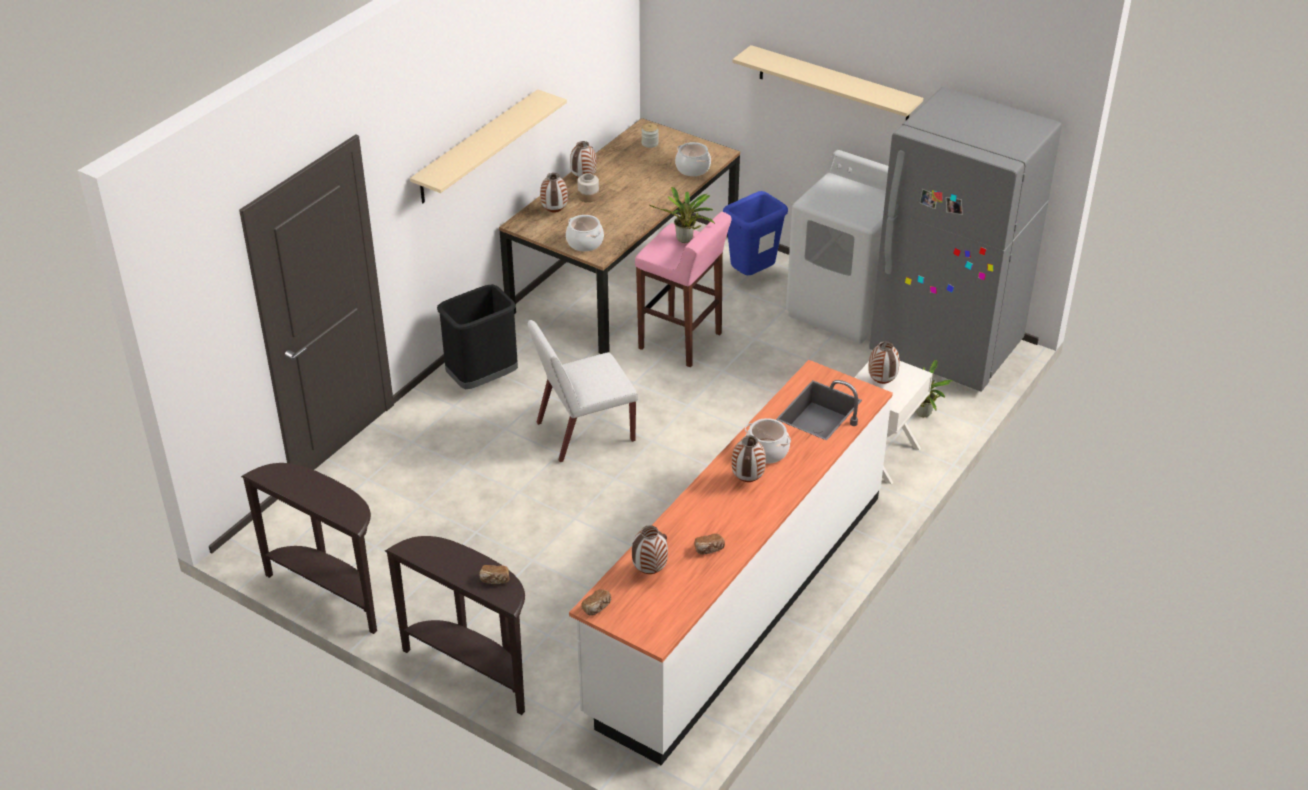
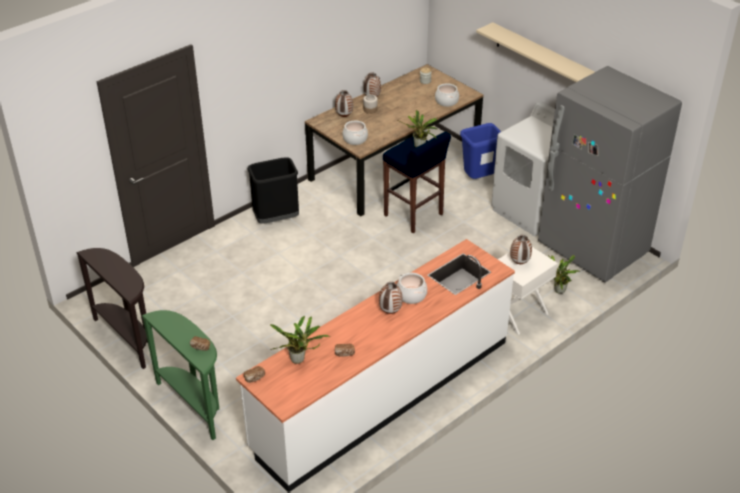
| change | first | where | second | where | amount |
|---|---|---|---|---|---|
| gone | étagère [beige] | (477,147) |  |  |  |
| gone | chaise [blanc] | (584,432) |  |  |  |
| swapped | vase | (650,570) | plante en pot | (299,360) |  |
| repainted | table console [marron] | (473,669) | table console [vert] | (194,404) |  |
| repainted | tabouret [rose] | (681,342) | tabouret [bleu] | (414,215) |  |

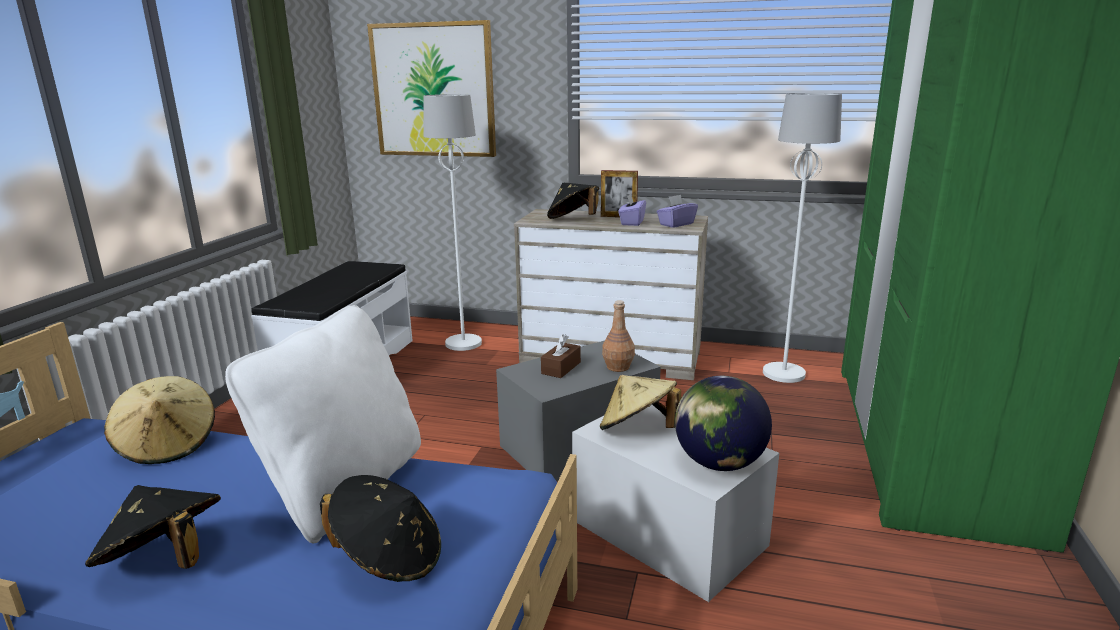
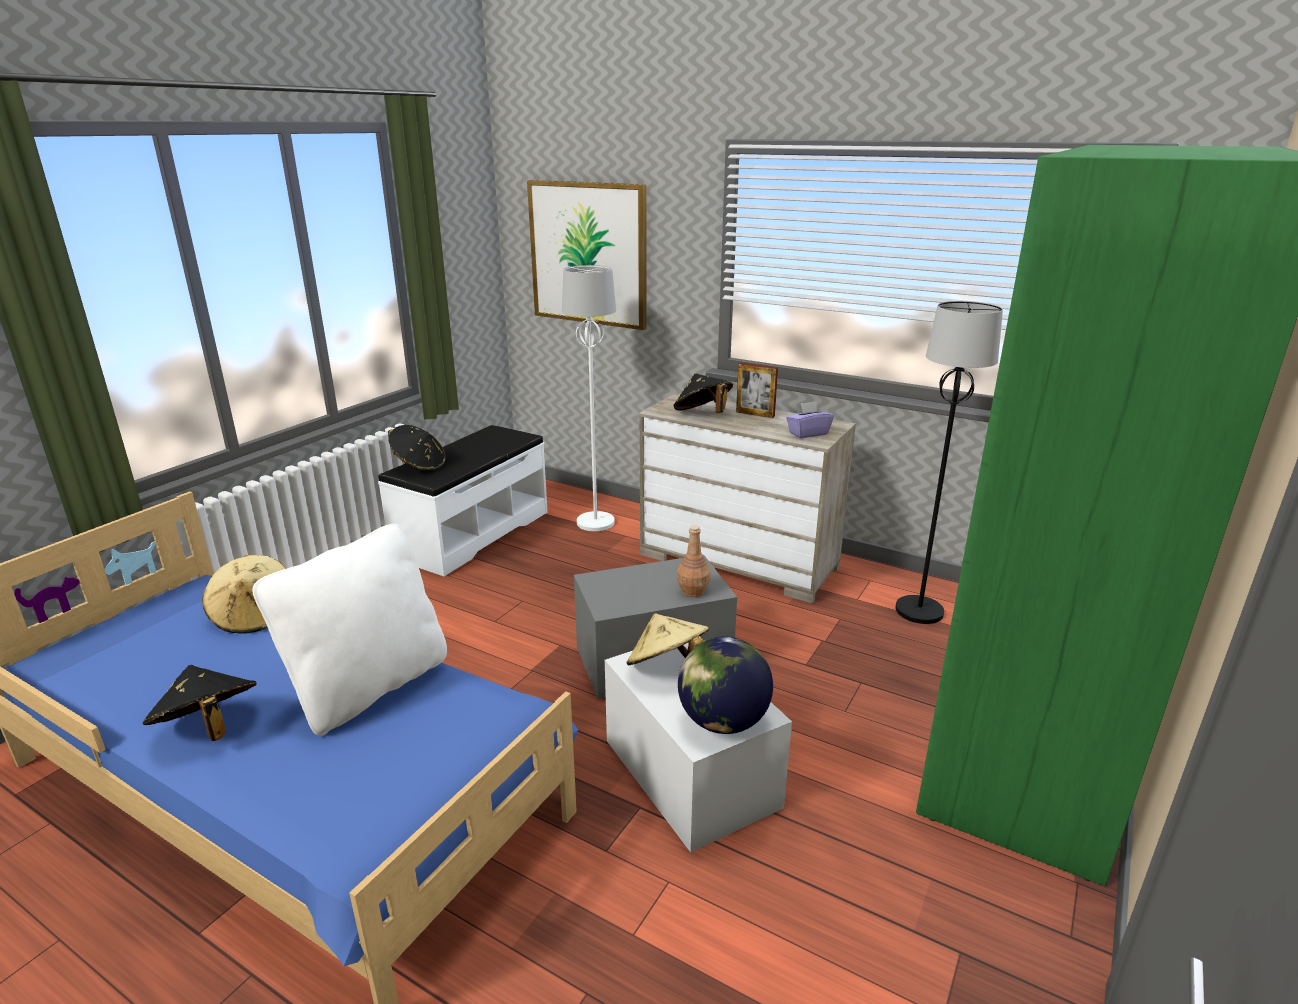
| change | first | where | second | where | amount |
|---|---|---|---|---|---|
| gone | boîte à mouchoirs [marron] | (561,368) |  |  |  |
| gone | boîte à mouchoirs [violet] | (632,222) |  |  |  |
| shifted | chapeau [noir] | (389,558) |  | (419,465) |  |
| repainted | lampadaire [blanc] | (784,374) | lampadaire [noir] | (919,611) |  |

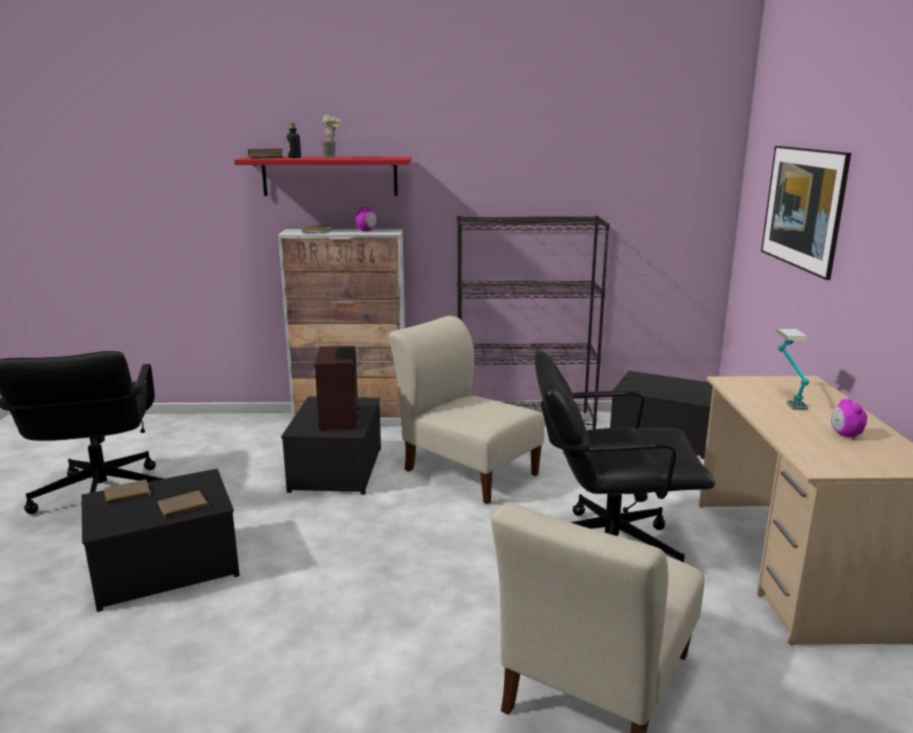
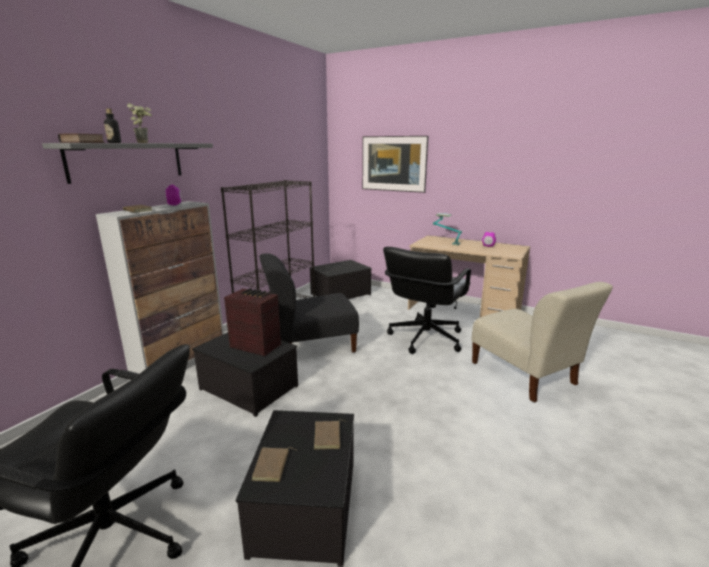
| change | first | where | second | where | amount |
|---|---|---|---|---|---|
| repainted | étagère [rouge] | (330,176) | étagère [gris] | (127,161) |  |
| repainted | chaise [beige] | (467,470) | chaise [noir] | (310,346) |  |

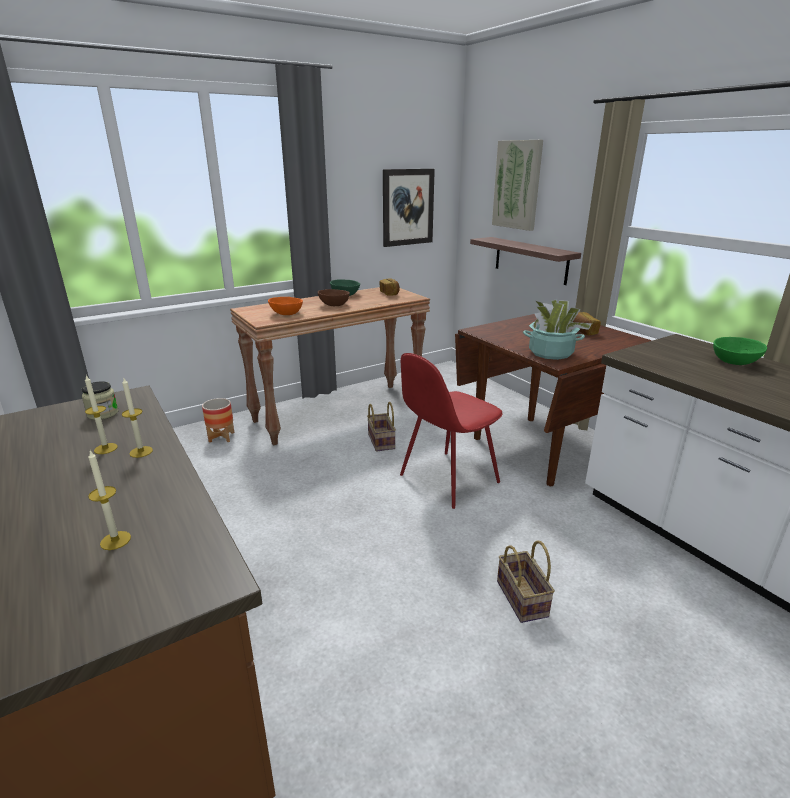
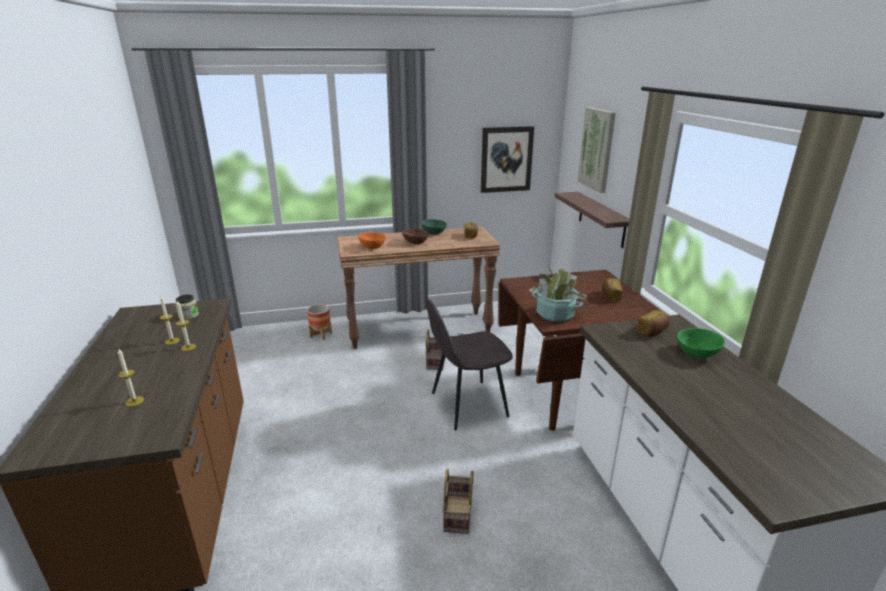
| change | first | where | second | where | amount |
|---|---|---|---|---|---|
| new |  |  | pain | (653,331) |  |
| repainted | chaise [rouge] | (447,479) | chaise [gris] | (466,405) |  |

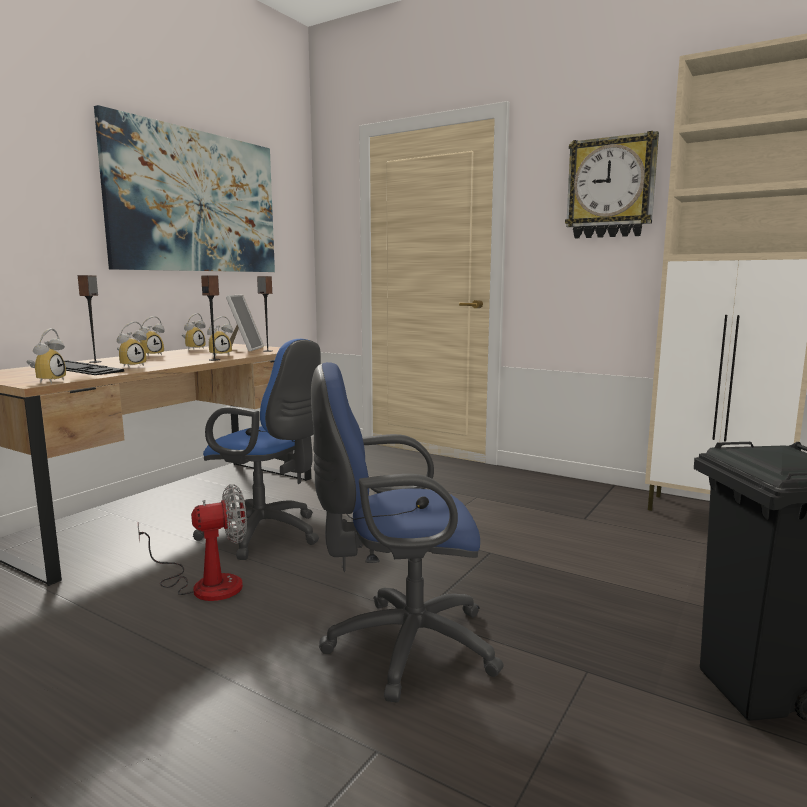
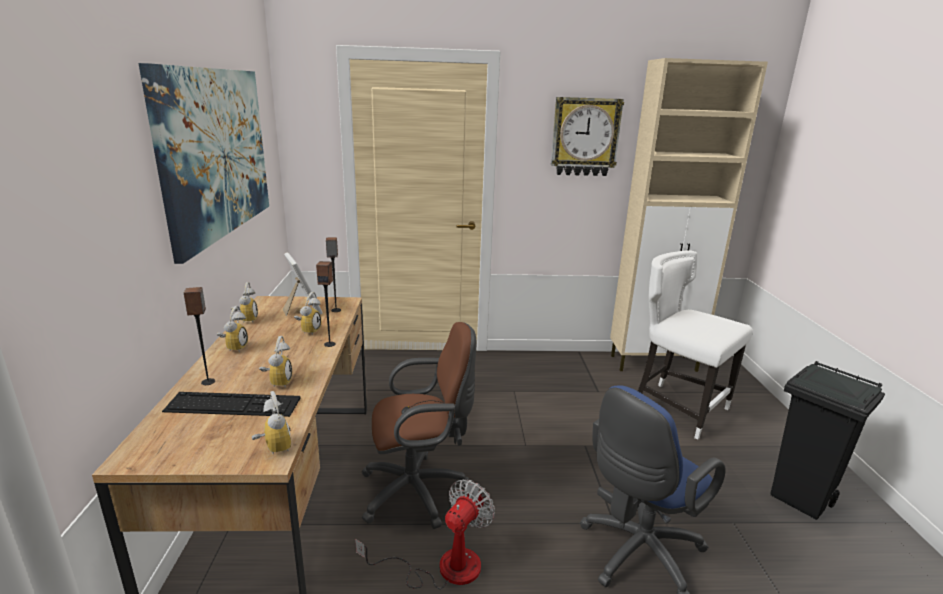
| change | first | where | second | where | amount |
|---|---|---|---|---|---|
| new |  |  | chaise [blanc] | (677,407) |  |
| repainted | chaise de bureau [bleu] | (267,535) | chaise de bureau [marron] | (419,491) |  |

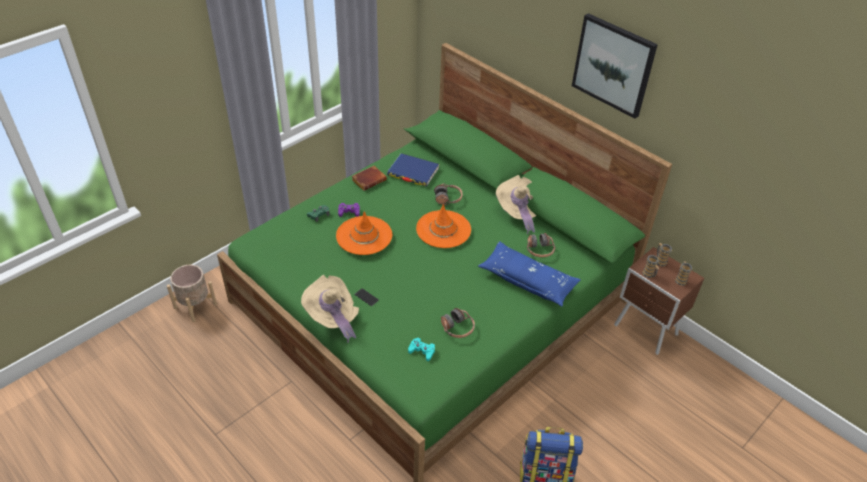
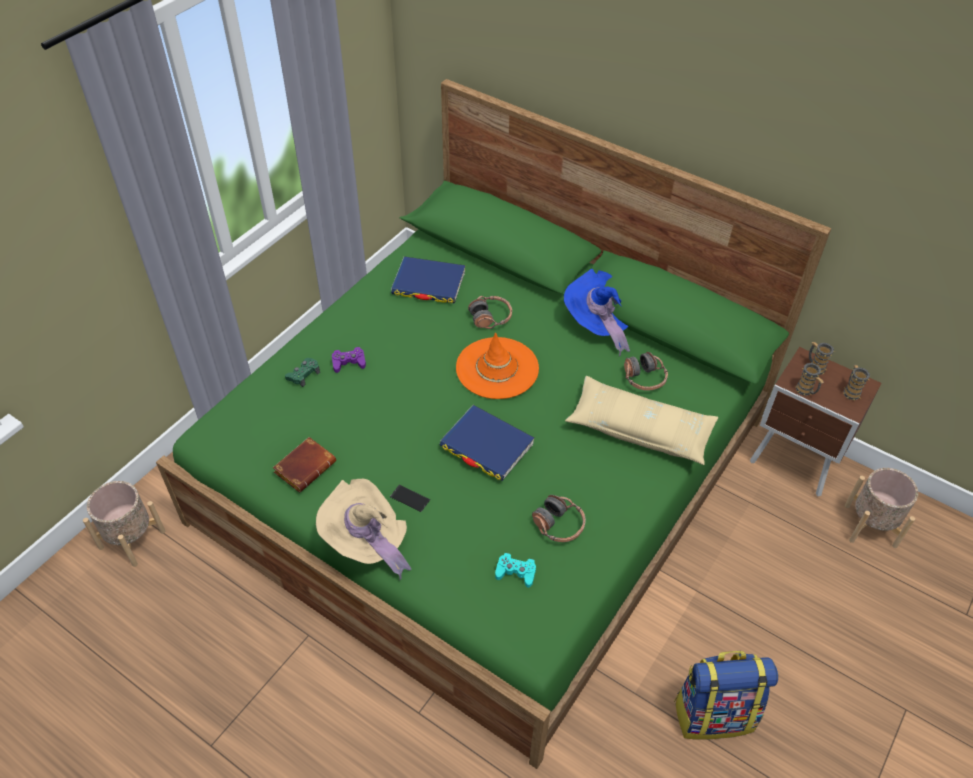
| change | first | where | second | where | amount |
|---|---|---|---|---|---|
| gone | chapeau [orange] | (364,235) |  |  |  |
| gone | tableau | (613,65) |  |  |  |
| new |  |  | livre [bleu] | (486,445) |  |
| new |  |  | cache-pot [beige] | (870,526) |  |
| shifted | livre [marron] | (369,180) |  | (305,466) |  |
| repainted | coussin [bleu] | (528,280) | coussin [beige] | (640,429) |  |
| repainted | chapeau [beige] | (518,213) | chapeau [bleu] | (598,325) |  |

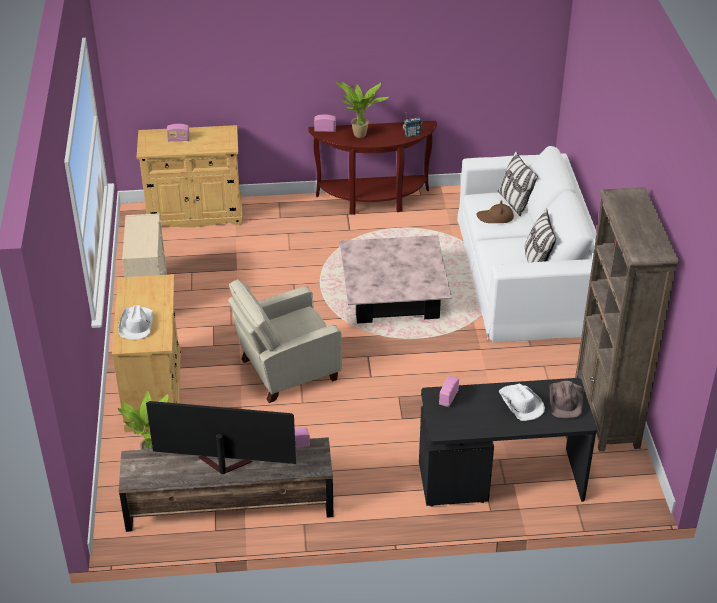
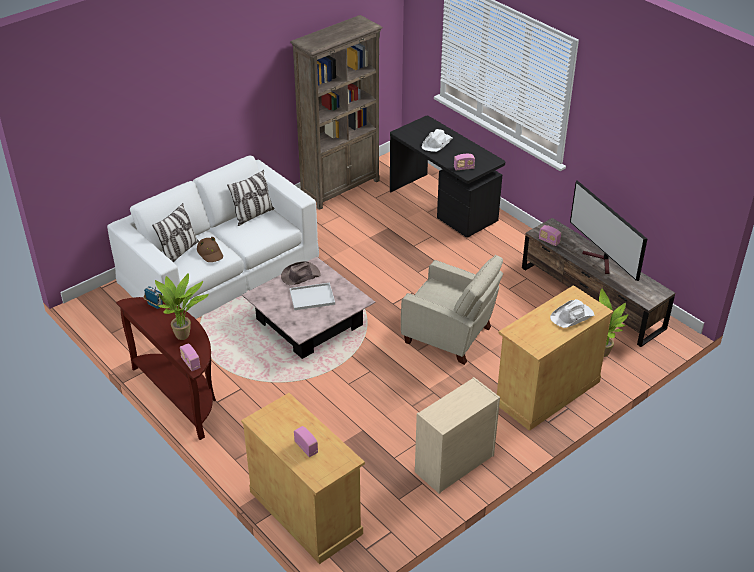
| change | first | where | second | where | amount |
|---|---|---|---|---|---|
| new |  |  | plateau [blanc] | (313,297) |  |
| shifted | chapeau [marron] | (566,400) |  | (300,276) |  |

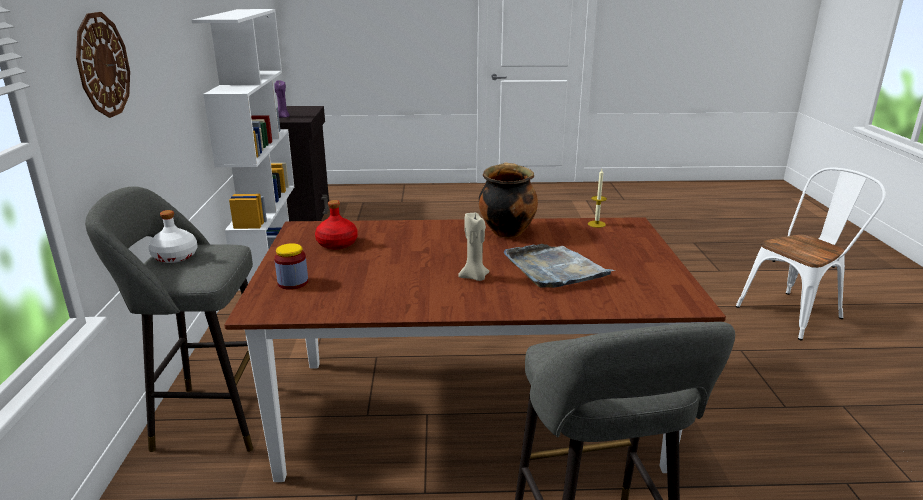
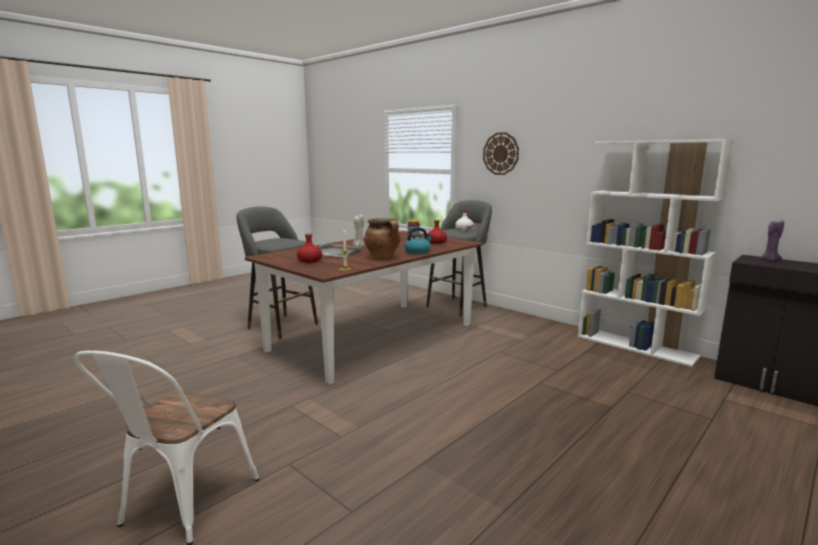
| change | first | where | second | where | amount |
|---|---|---|---|---|---|
| new |  |  | bouteille [rouge] | (309,260) |  |
| new |  |  | bouilloire | (417,252) |  |

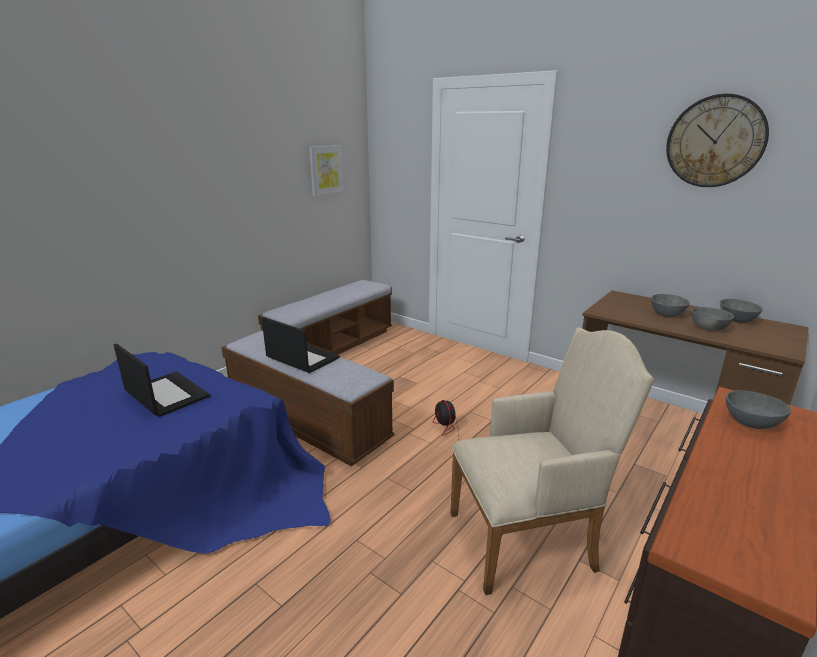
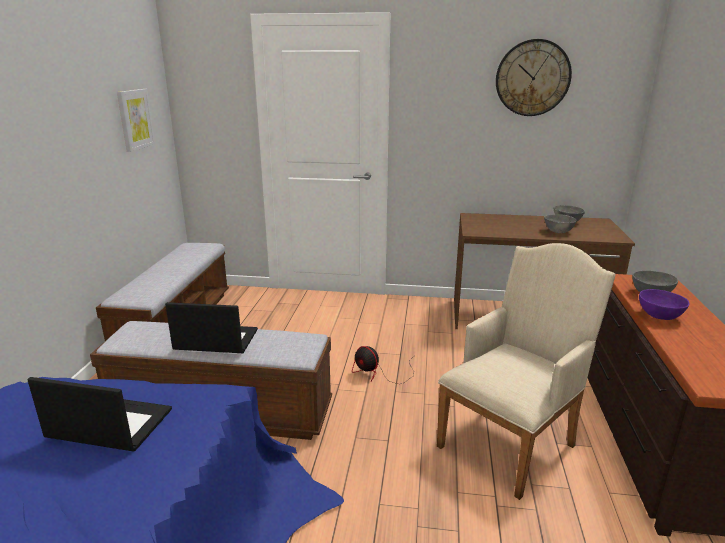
| change | first | where | second | where | amount |
|---|---|---|---|---|---|
| gone | bol [gris] | (667,314) |  |  |  |
| new |  |  | bol [violet] | (658,316) |  |

